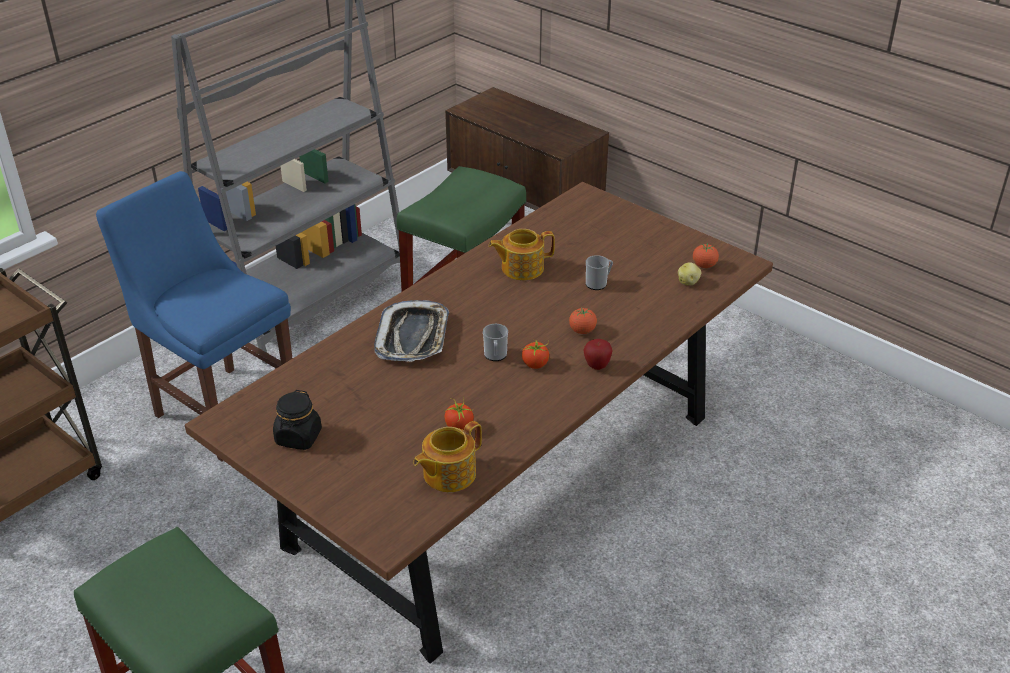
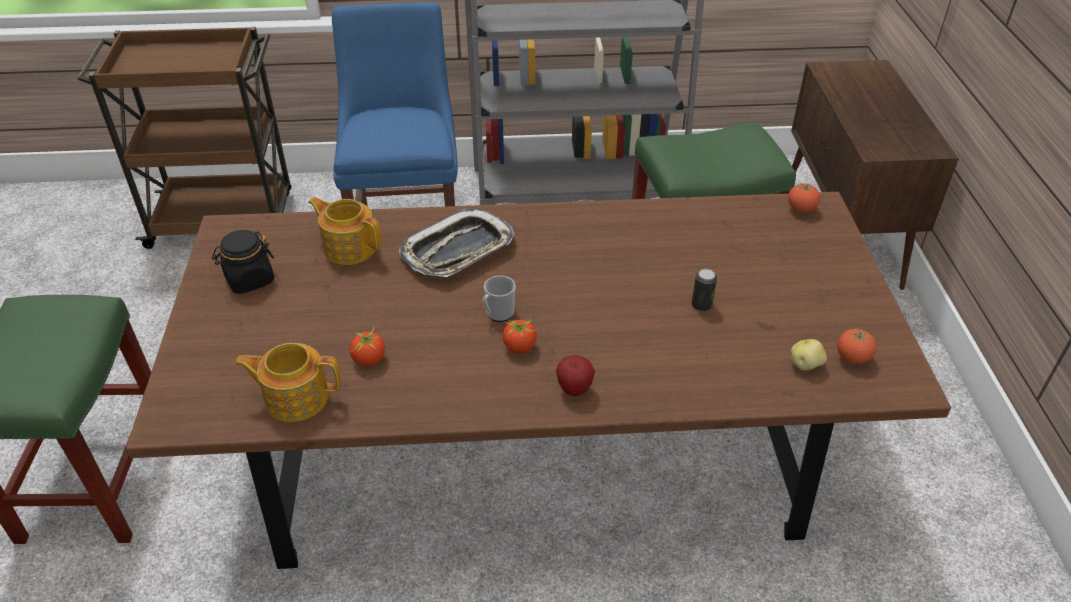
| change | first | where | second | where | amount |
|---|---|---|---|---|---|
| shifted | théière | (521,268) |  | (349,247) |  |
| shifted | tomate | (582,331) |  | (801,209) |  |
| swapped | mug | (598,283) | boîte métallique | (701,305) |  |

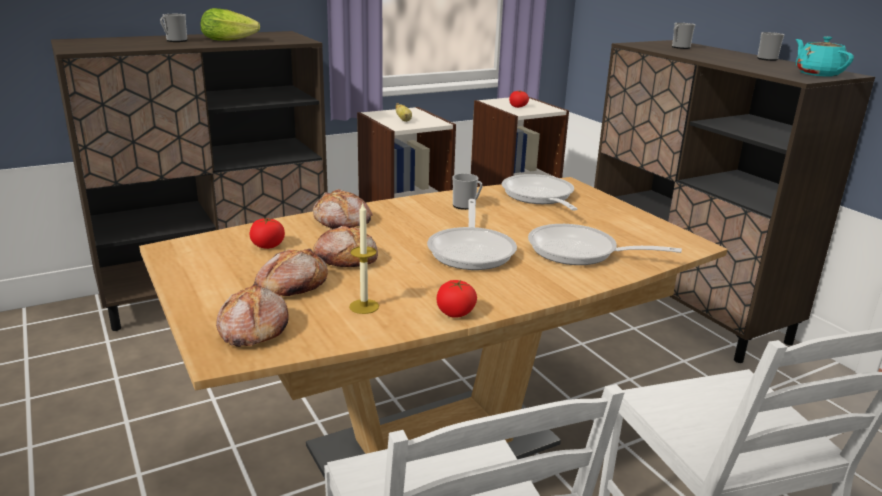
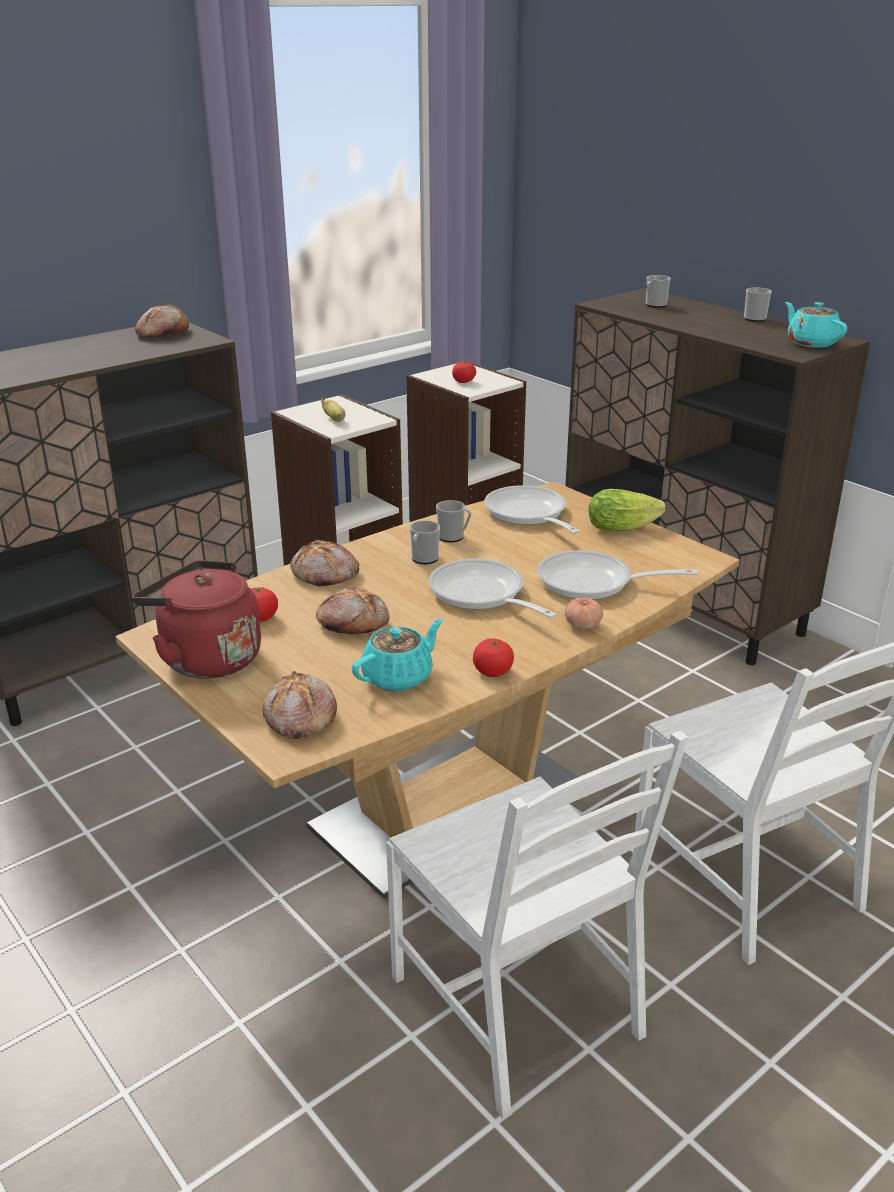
| change | first | where | second | where | amount |
|---|---|---|---|---|---|
| new |  |  | bouilloire [rouge] | (206,658) |  |
| new |  |  | tomate | (583,625) |  |
| shifted | mug | (175,41) |  | (423,559) |  |
| shifted | laitue | (232,40) |  | (626,527) |  |
| shifted | pain | (291,285) |  | (162,333) |  |
| swapped | bougie | (364,306) | théière [turquoise] | (399,677) |  |
| rotated | poêle | (472,250) |  | (481,595) | 150 degrees clockwise |

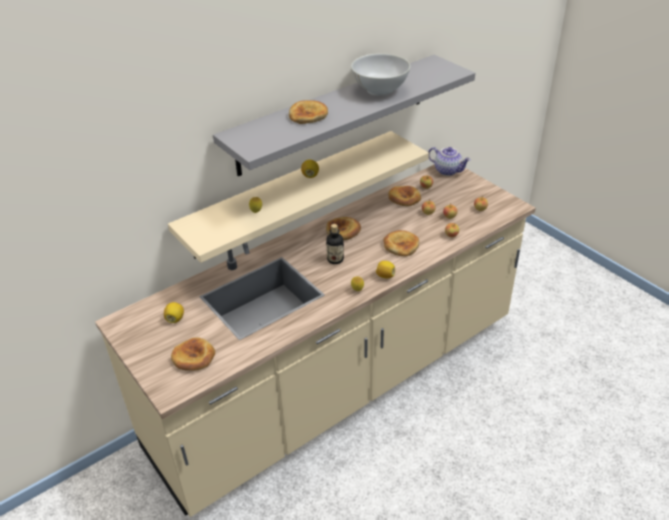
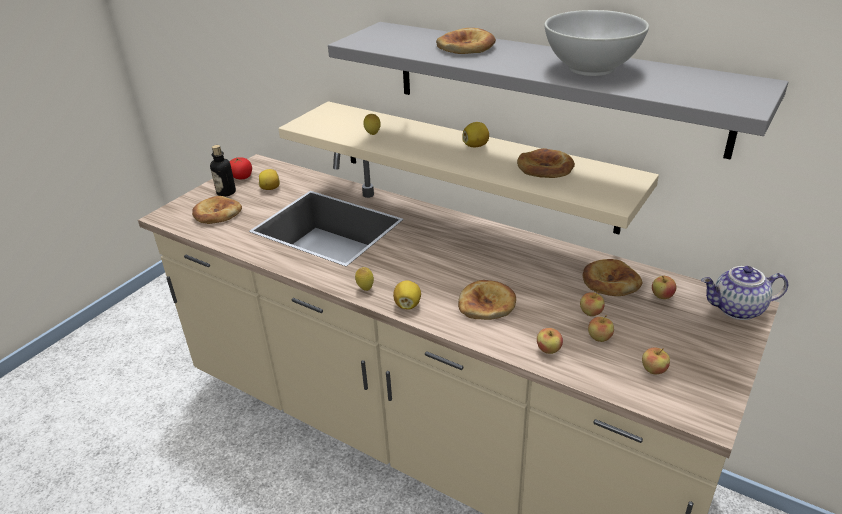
| change | first | where | second | where | amount |
|---|---|---|---|---|---|
| new |  |  | tomate | (241,177) |  |
| shifted | pain | (343,231) |  | (545,168) |  |
| shifted | bouteille | (335,259) |  | (226,192) |  |
| rotated | théière | (448,170) |  | (737,310) | 75 degrees clockwise |

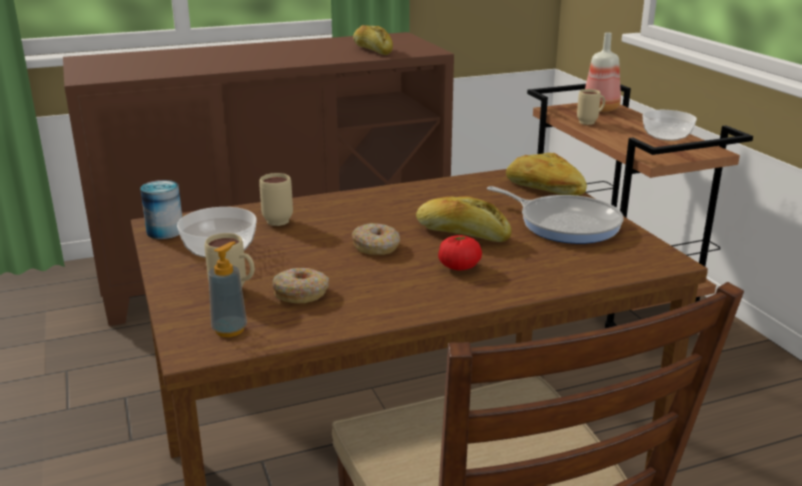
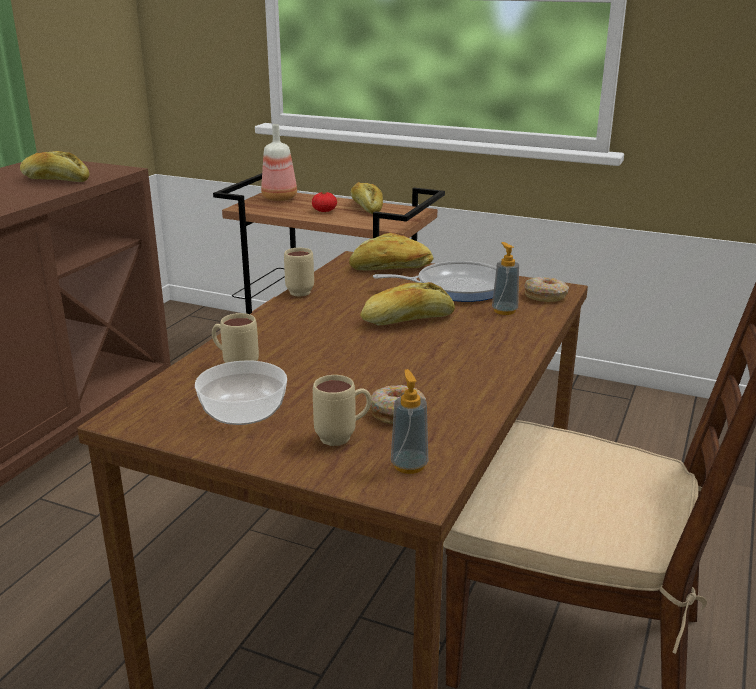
| change | first | where | second | where | amount |
|---|---|---|---|---|---|
| gone | boîte métallique | (165,231) |  |  |  |
| new |  |  | distributeur de savon | (504,311) |  |
| shifted | beignet | (376,247) |  | (545,296) |  |
| shifted | tomate | (459,267) |  | (324,211) |  |
| shifted | mug [beige] | (590,122) |  | (302,291) |  |
| swapped | bol | (666,136) | pain | (367,207) |  |

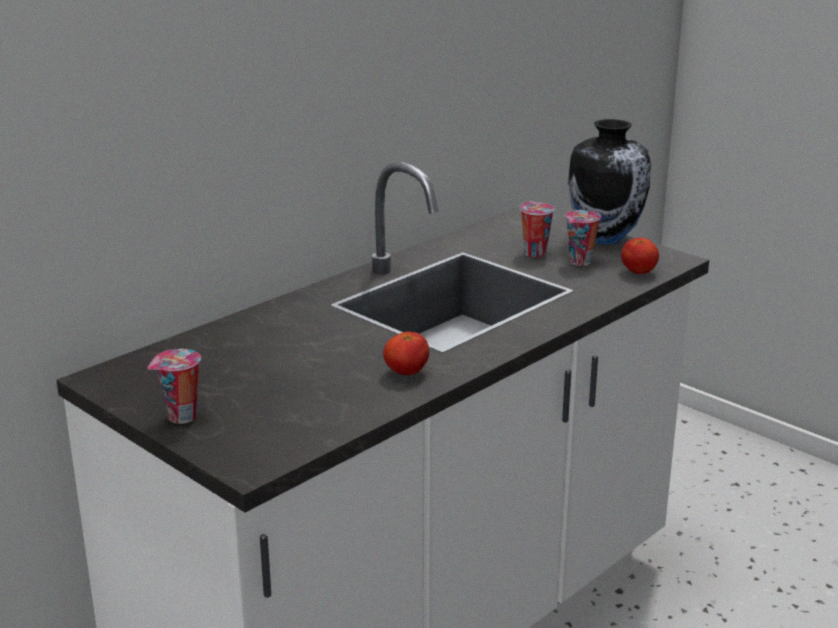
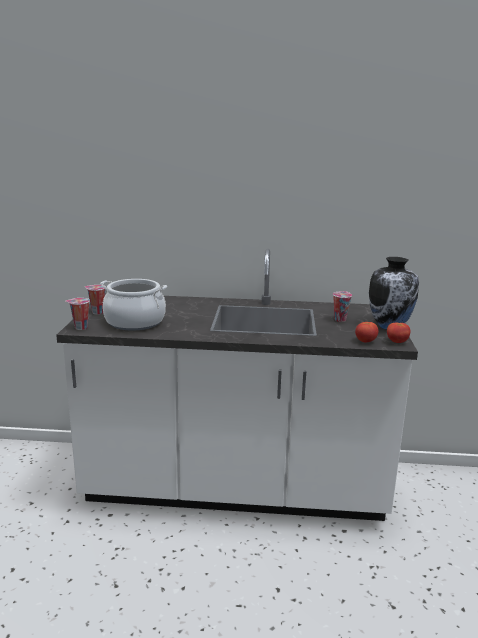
| change | first | where | second | where | amount |
|---|---|---|---|---|---|
| new |  |  | marmite | (135,322) |  |
| shifted | tomate | (406,373) |  | (397,342) |  |
| shifted | tasse | (580,262) |  | (80,328) |  |

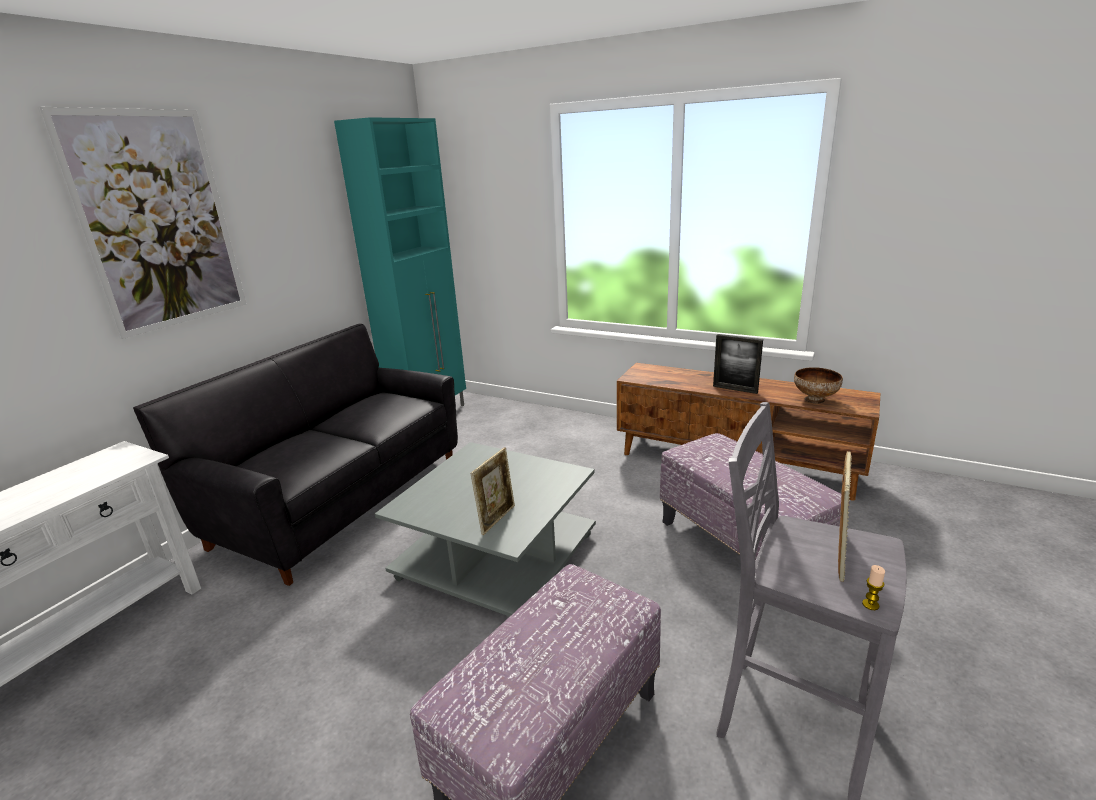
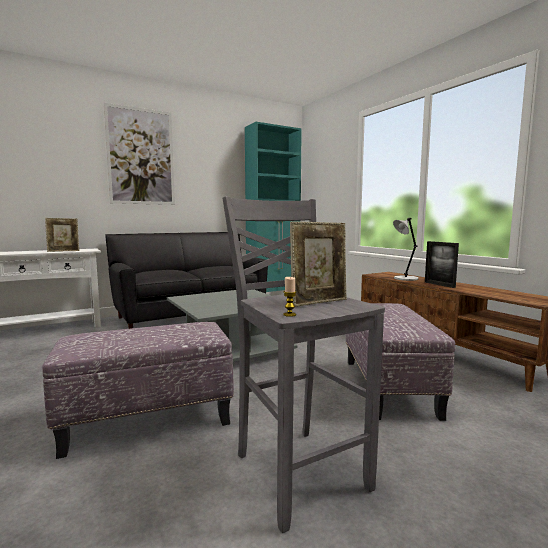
| change | first | where | second | where | amount |
|---|---|---|---|---|---|
| gone | bol | (815,400) |  |  |  |
| new |  |  | lampe de table [gris] | (404,279) |  |
| shifted | cadre photo | (497,519) |  | (64,251) |  |

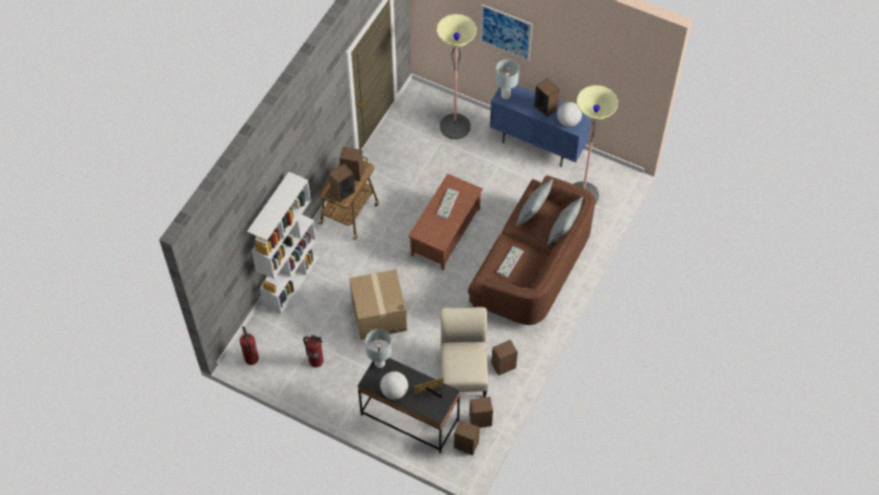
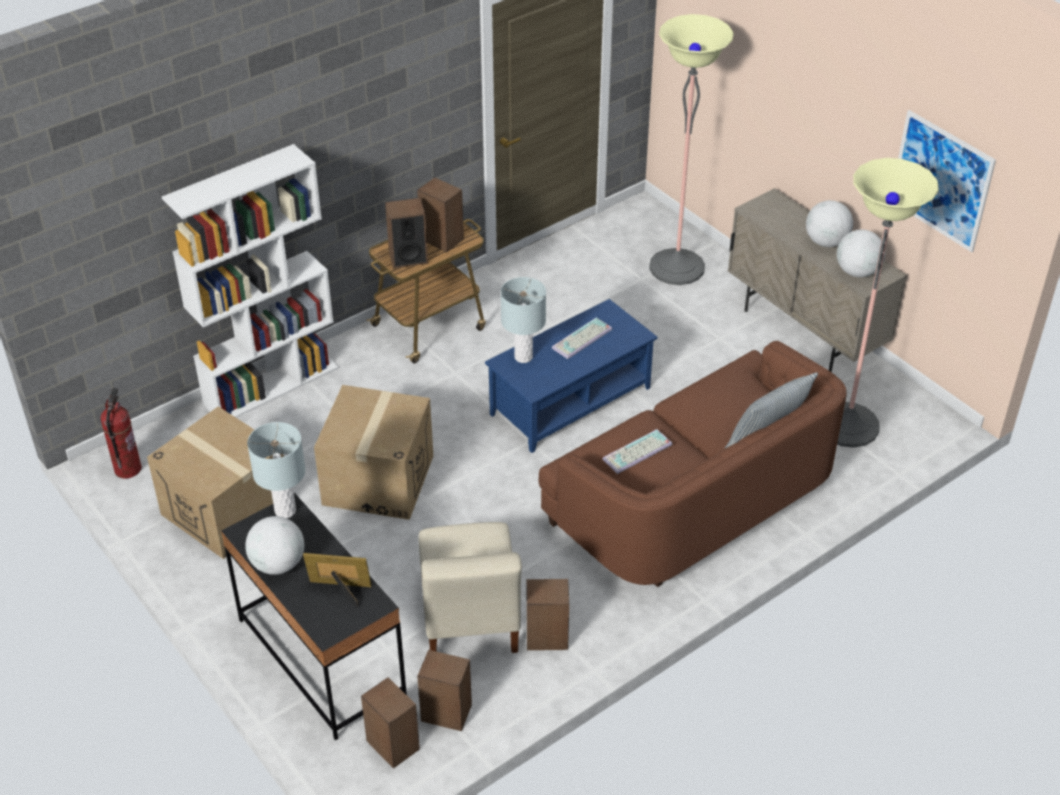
| change | first | where | second | where | amount |
|---|---|---|---|---|---|
| gone | coussin | (533,213) |  |  |  |
| shifted | tableau | (506,32) |  | (941,180) |  |
| shifted | lampe de table [gris] | (505,95) |  | (523,357) |  |
| swapped | extincteur | (316,361) | carton | (226,510) |  |
| swapped | enceinte | (545,107) | globe | (826,242) |  |
| repainted | table basse [marron] | (446,232) | table basse [bleu] | (571,402) |  |
| repainted | meuble de rangement [bleu] | (537,145) | meuble de rangement [beige] | (804,332) |  |
| rotated | chaise [beige] | (464,370) |  | (469,618) | 150 degrees clockwise |

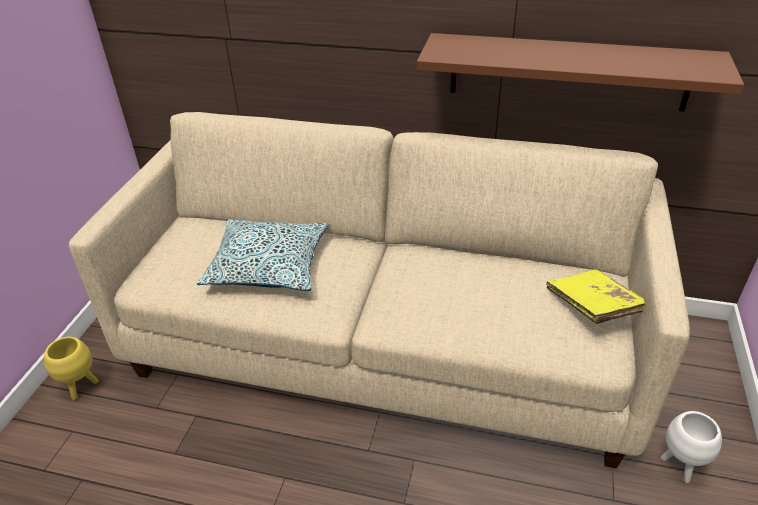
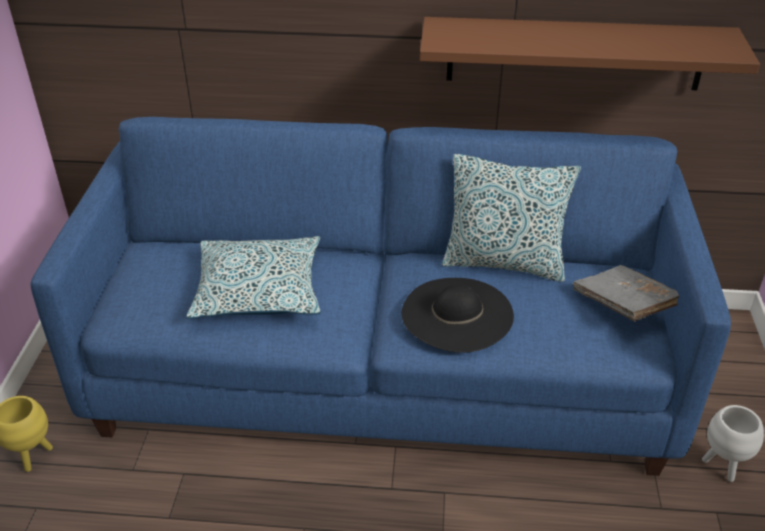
| change | first | where | second | where | amount |
|---|---|---|---|---|---|
| new |  |  | chapeau [noir] | (457,314) |  |
| new |  |  | coussin | (504,263) |  |
| repainted | canapé [beige] | (383,343) | canapé [bleu] | (384,370) |  |
| repainted | livre [jaune] | (593,307) | livre [gris] | (624,305) |  |

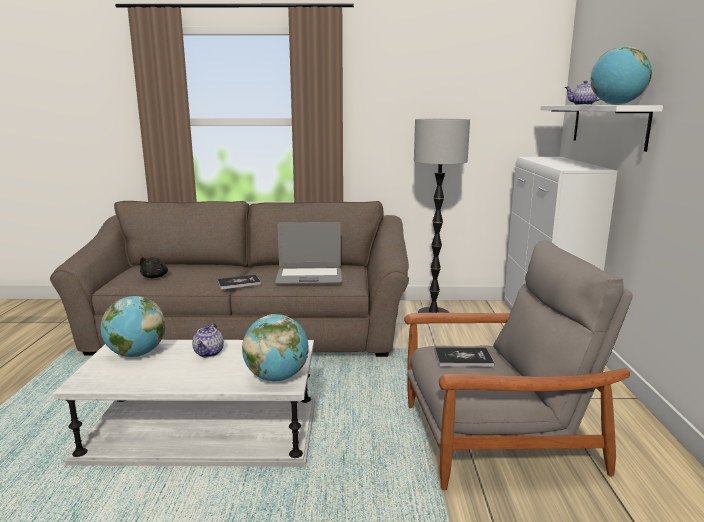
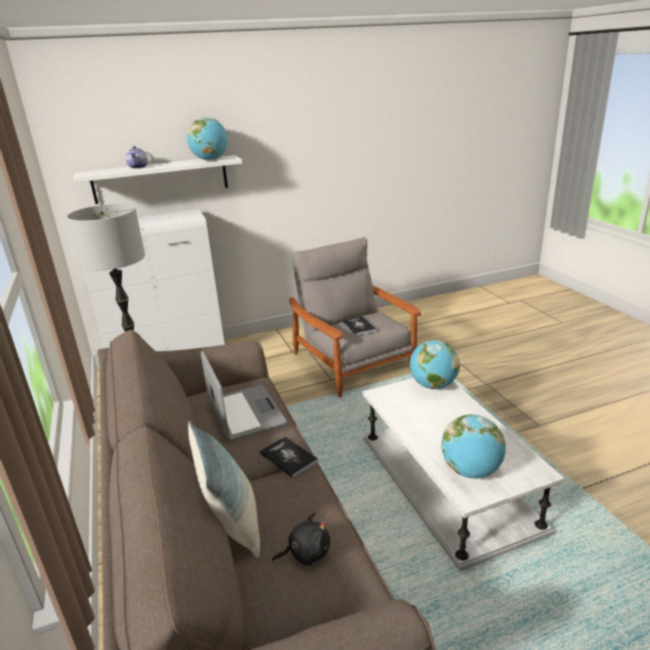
| change | first | where | second | where | amount |
|---|---|---|---|---|---|
| gone | théière | (209,353) |  |  |  |
| new |  |  | coussin | (232,523) |  |

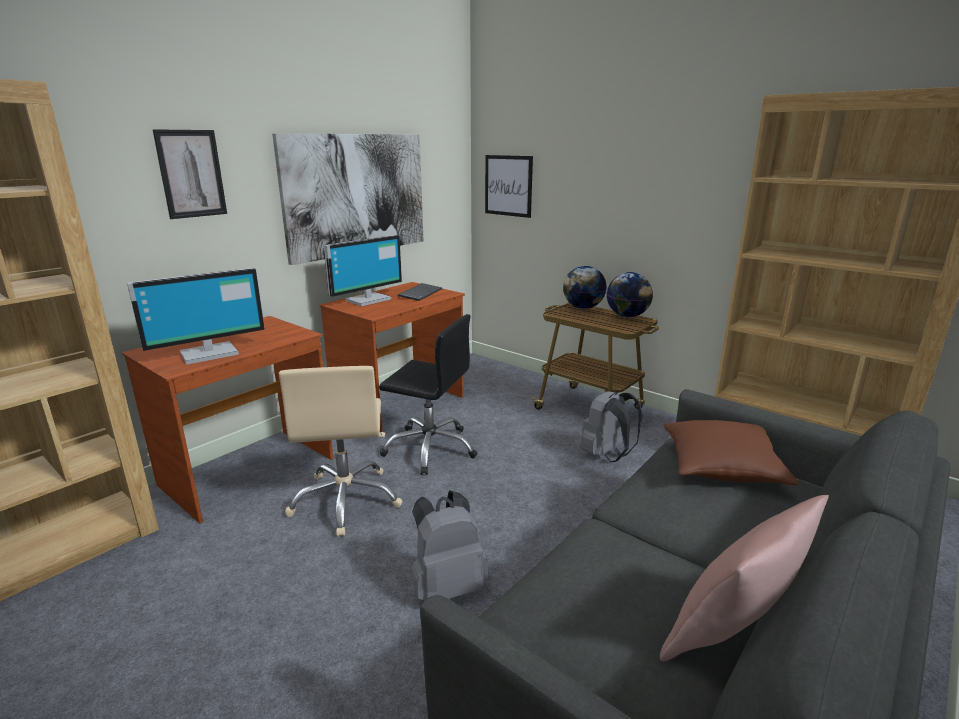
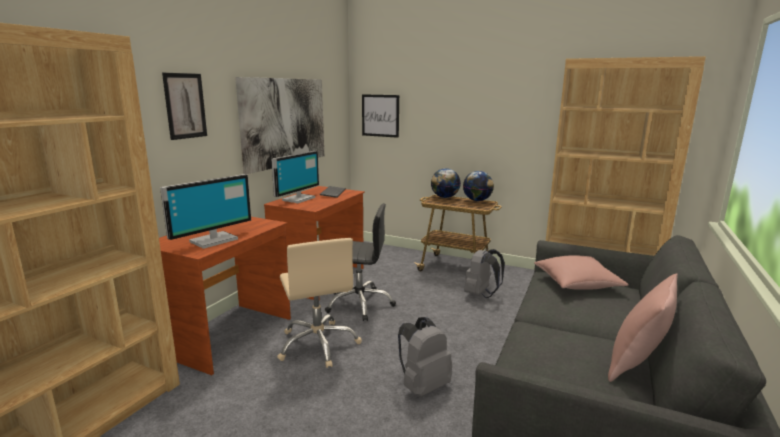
| change | first | where | second | where | amount |
|---|---|---|---|---|---|
| repainted | coussin [marron] | (721,467) | coussin [rose] | (577,283) |  |

